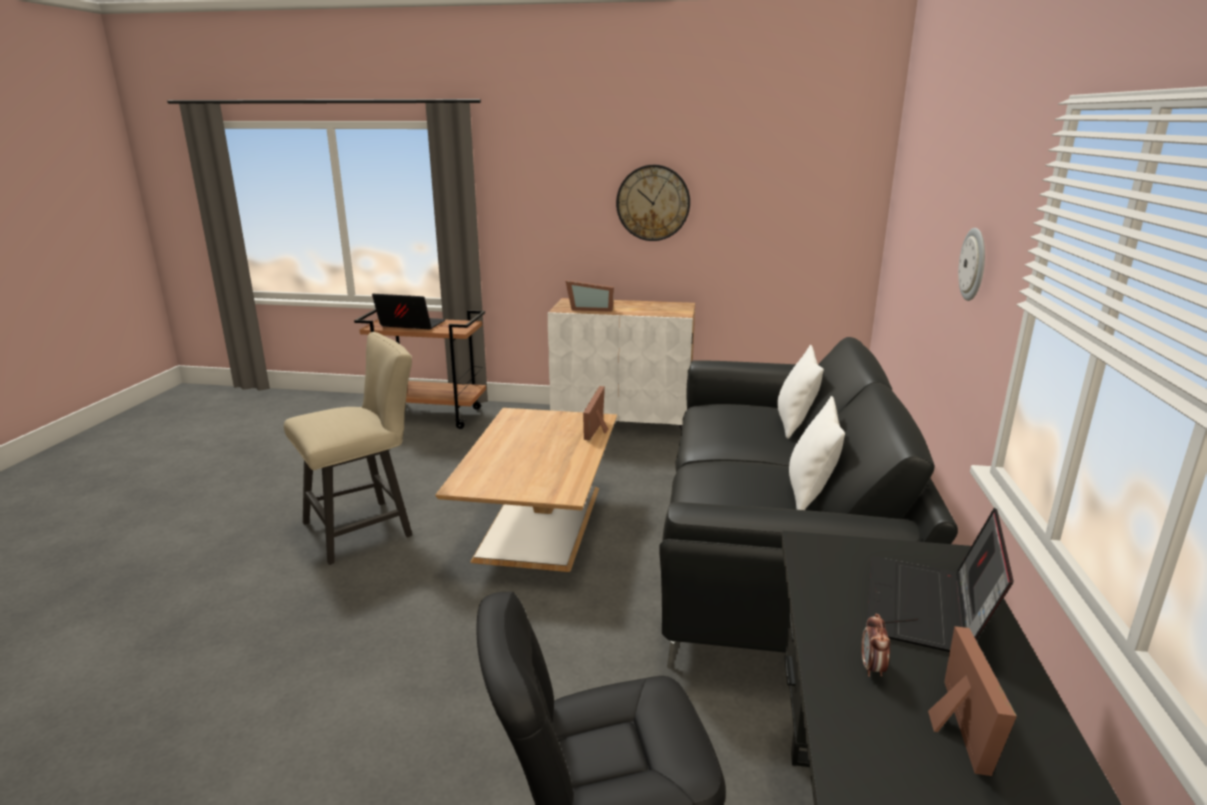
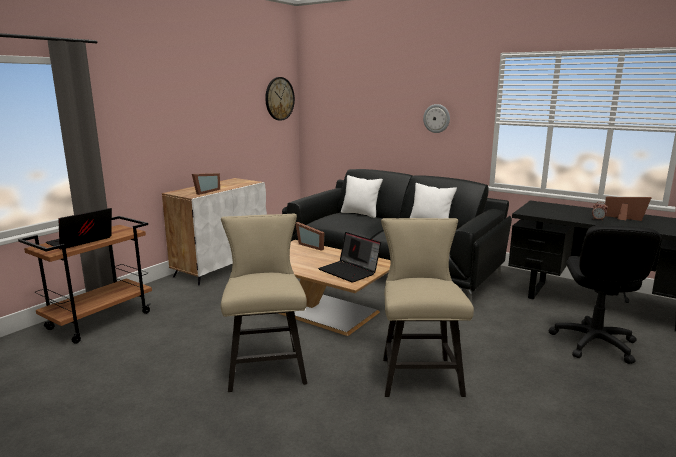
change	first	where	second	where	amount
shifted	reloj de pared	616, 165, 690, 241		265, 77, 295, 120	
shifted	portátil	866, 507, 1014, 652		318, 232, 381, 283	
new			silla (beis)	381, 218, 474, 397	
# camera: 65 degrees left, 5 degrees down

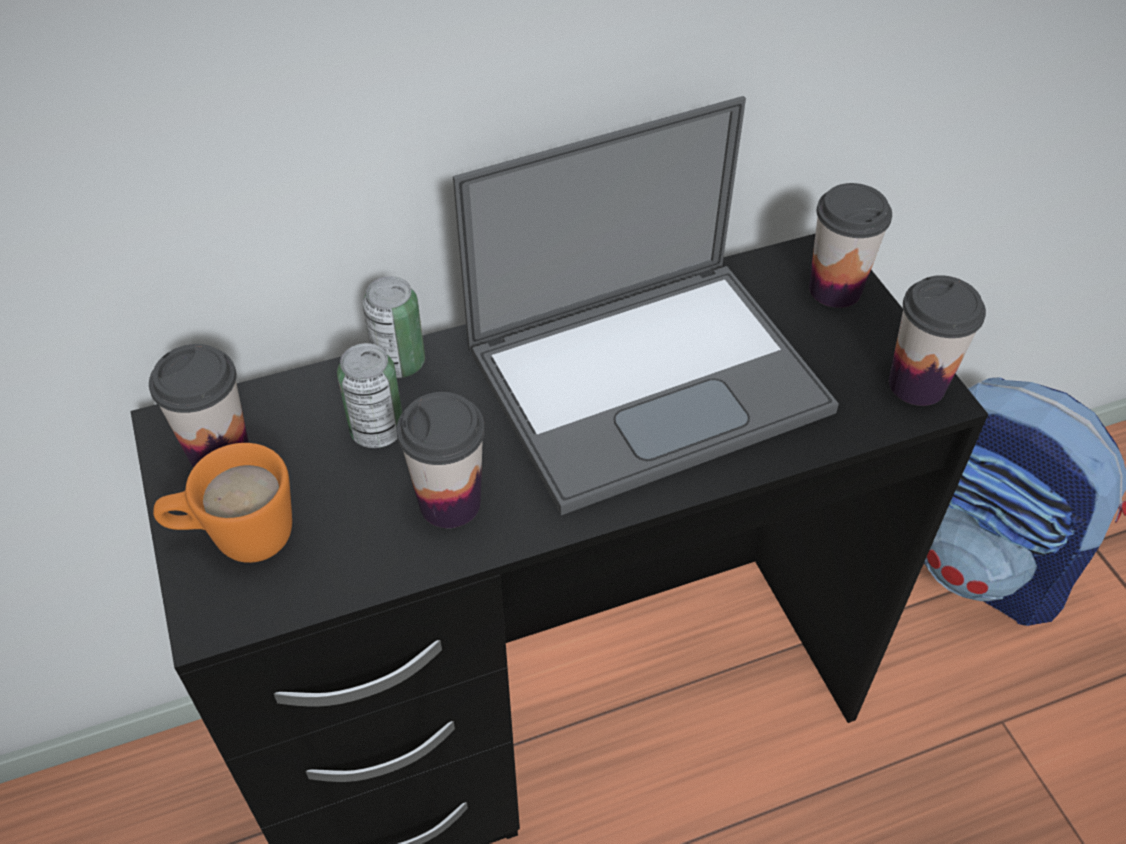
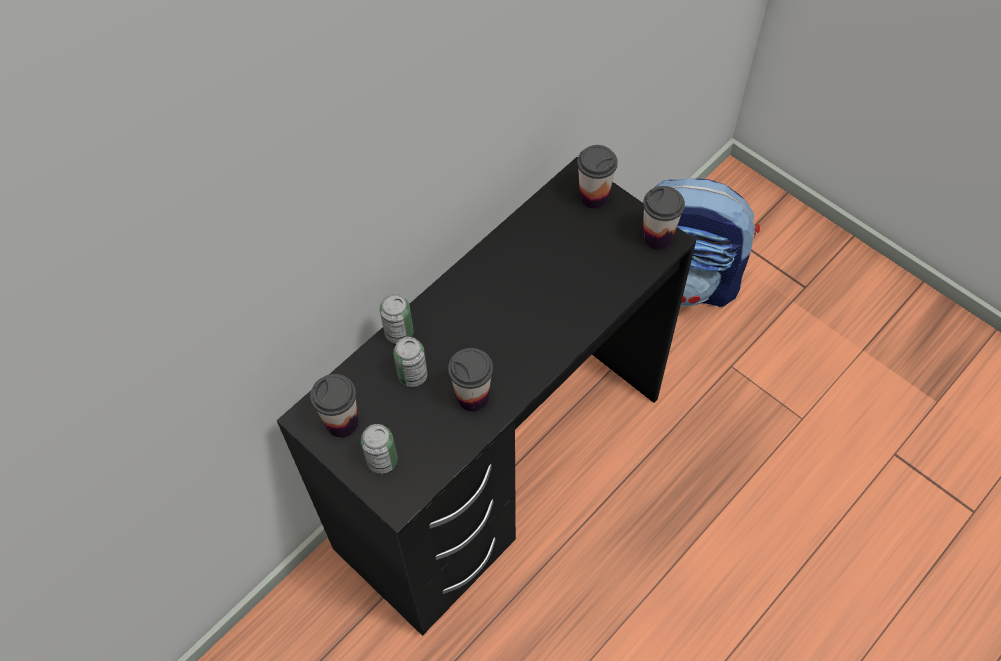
change	first	where	second	where	amount
swapped	taza grande (naranja)	153, 443, 292, 563	lata	361, 424, 398, 474	
gone	portátil	453, 96, 839, 515			
# camera: 25 degrees left, 10 degrees up

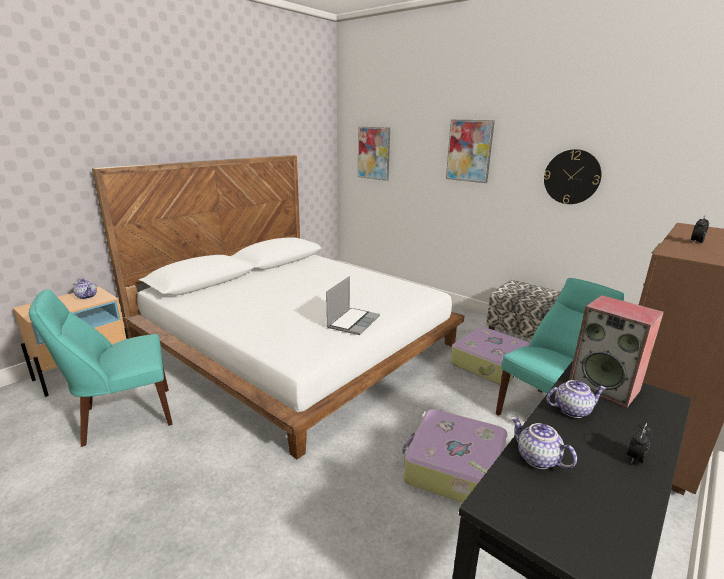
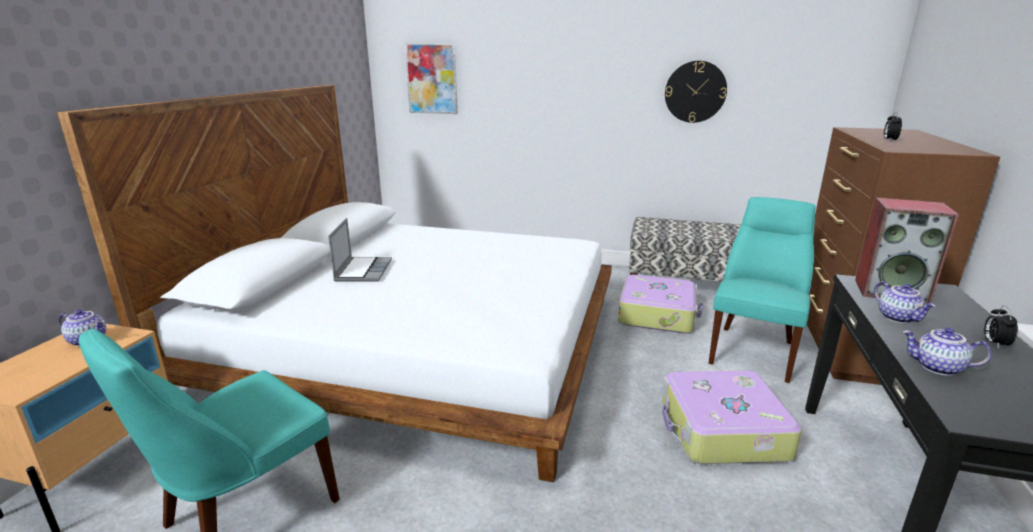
change	first	where	second	where	amount
shifted	portátil	326, 276, 380, 335		328, 218, 392, 282	
rotated	tetera	546, 380, 606, 418		874, 281, 936, 323	105 degrees clockwise
gone	cuadro	446, 120, 495, 183			
# camera: 25 degrees left, 0 degrees up

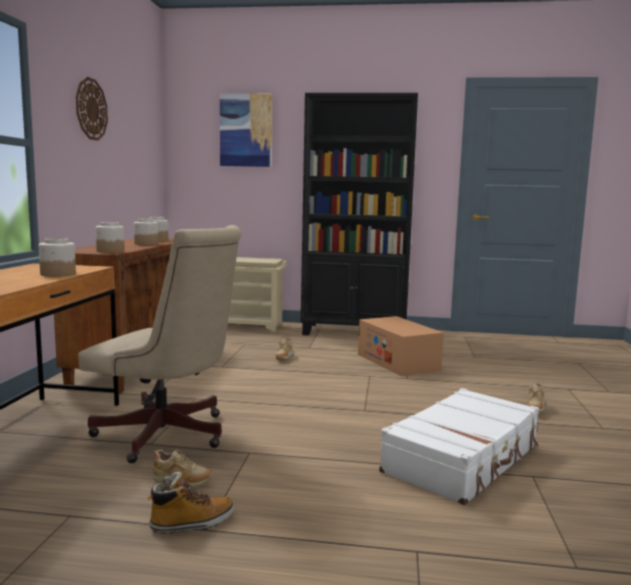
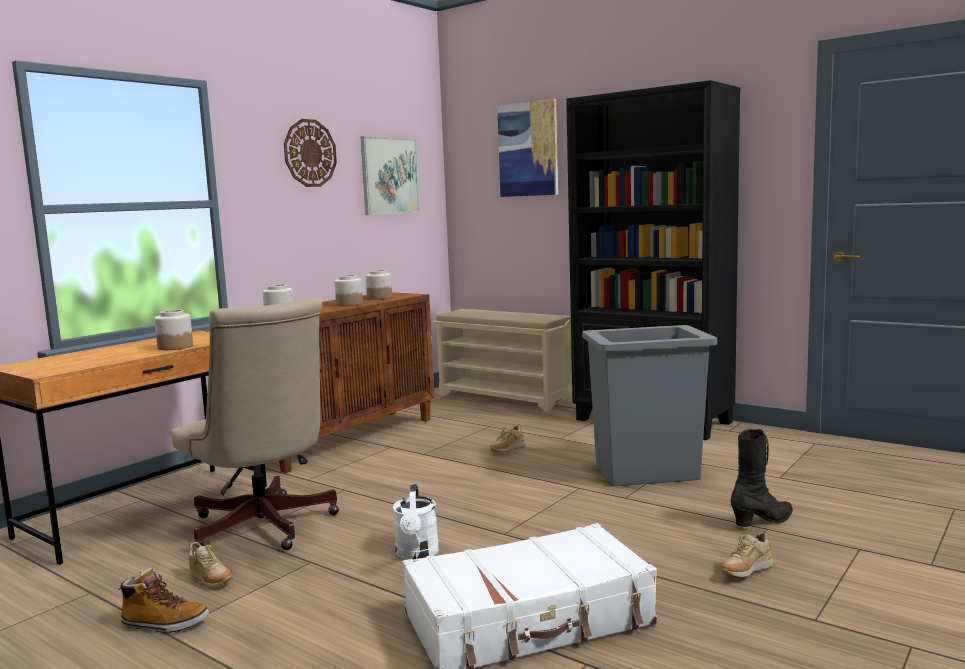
change	first	where	second	where	amount
new			cuadro	360, 136, 420, 215	
new			regadera (blanco)	393, 484, 439, 560	
swapped	caja de cartón	358, 316, 444, 376	papelera (gris)	582, 325, 717, 486	
new			bota (negro)	731, 429, 793, 527	
# camera: 30 degrees right, 0 degrees up

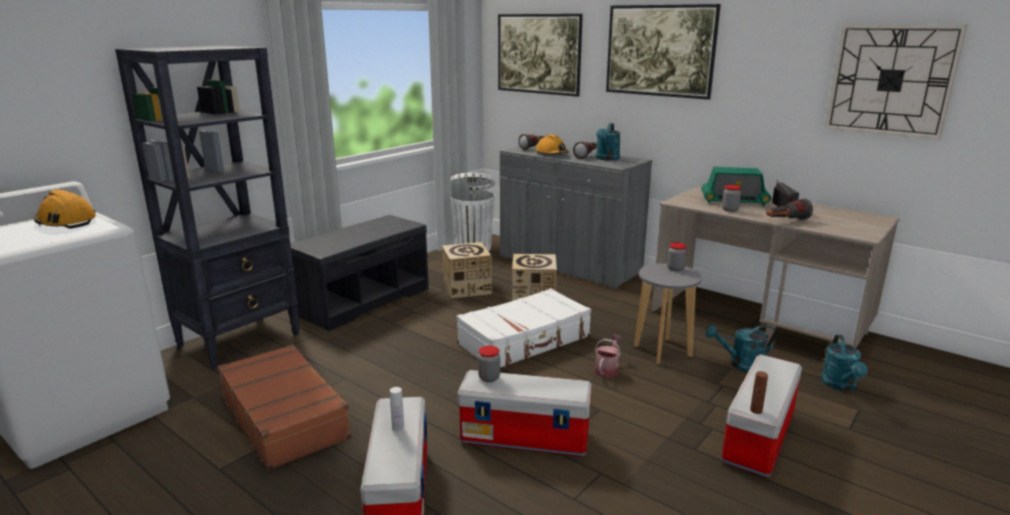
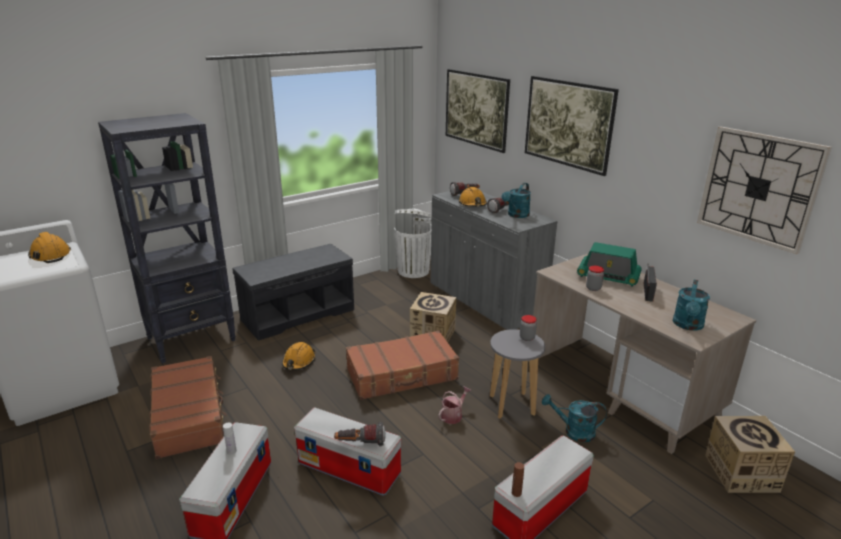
change	first	where	second	where	amount
new			casco (naranja)	282, 342, 316, 370	
shifted	linterna	766, 198, 813, 220		334, 422, 386, 446	
repainted	maleta (blanco)	457, 288, 591, 367	maleta (marrón)	346, 330, 459, 400	
shifted	regadera (turquesa)	821, 335, 868, 391		673, 280, 710, 331	
shifted	caja de cartón	442, 242, 492, 299		705, 416, 795, 493	
gone	tarro	478, 346, 500, 382			
# camera: 15 degrees right, 5 degrees up

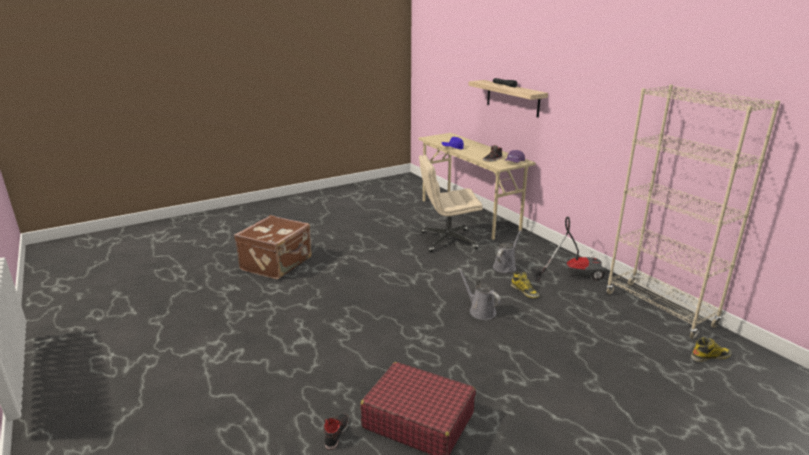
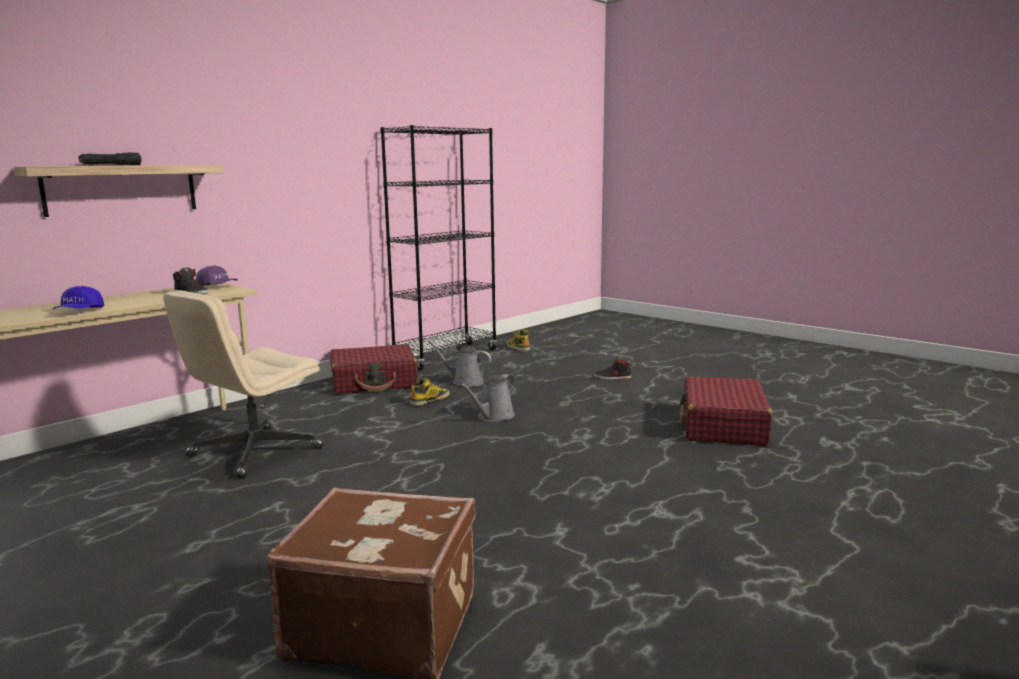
change	first	where	second	where	amount
rotated	silla de oficina (beis)	419, 155, 483, 252		163, 290, 324, 479	60 degrees clockwise
swapped	aspiradora	531, 216, 606, 281	maleta (rojo)	330, 344, 418, 394	
repainted	estantería (beis)	606, 85, 780, 339	estantería (negro)	380, 125, 497, 370	
shifted	regadera (gris)	493, 230, 522, 273		427, 340, 491, 387	
shifted	zapato (negro)	324, 413, 349, 450		594, 358, 631, 380	
# camera: 105 degrees left, 10 degrees down

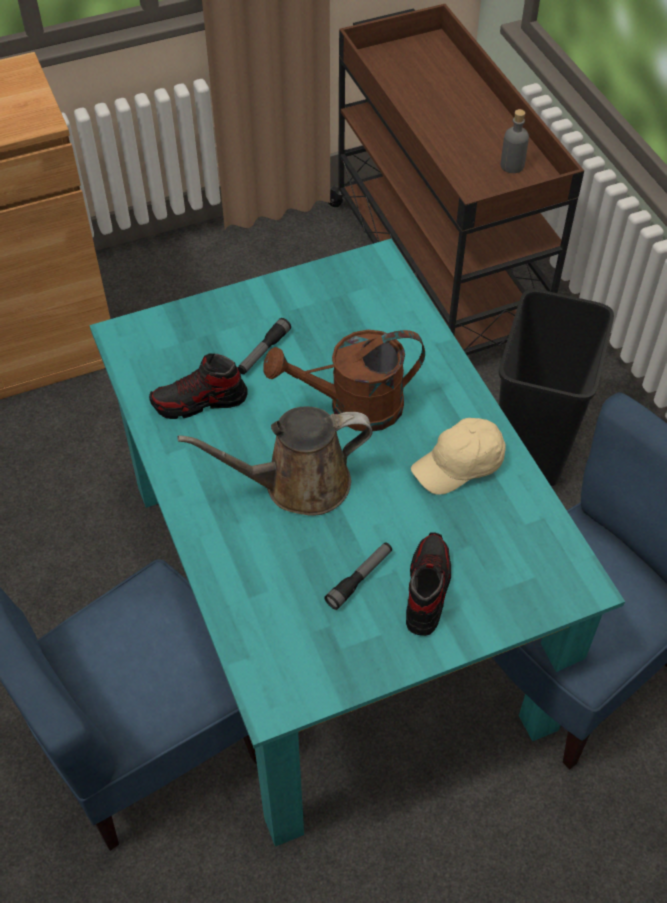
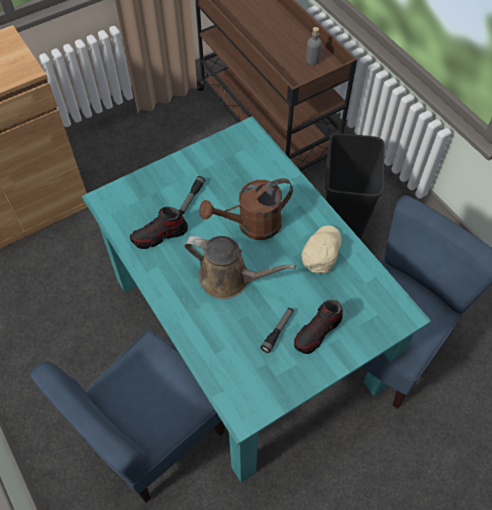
change	first	where	second	where	amount
rotated	regadera (marrón)	177, 407, 372, 516		184, 236, 296, 299	135 degrees counterclockwise
rotated	zapato	406, 532, 451, 636		294, 300, 343, 354	135 degrees counterclockwise
rotated	gorra (beis)	411, 418, 506, 495		301, 226, 341, 273	150 degrees clockwise
# camera: 10 degrees left, 5 degrees up

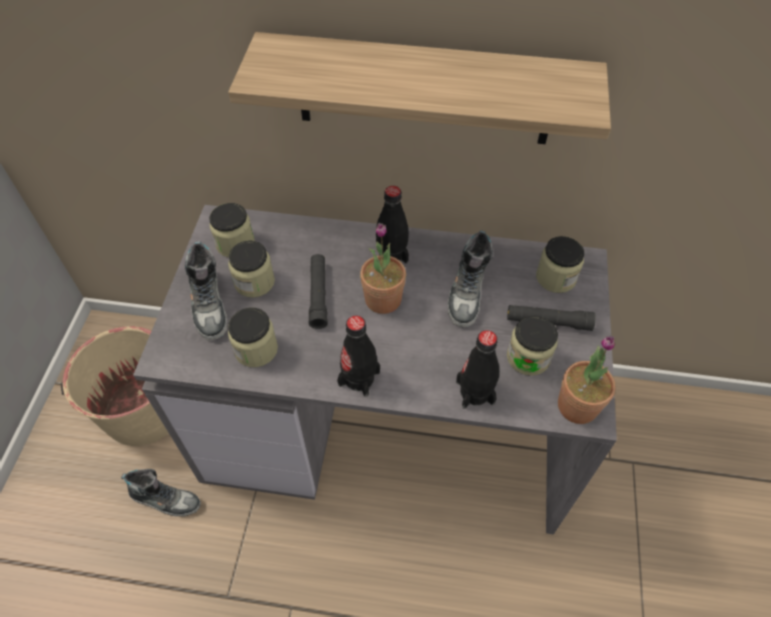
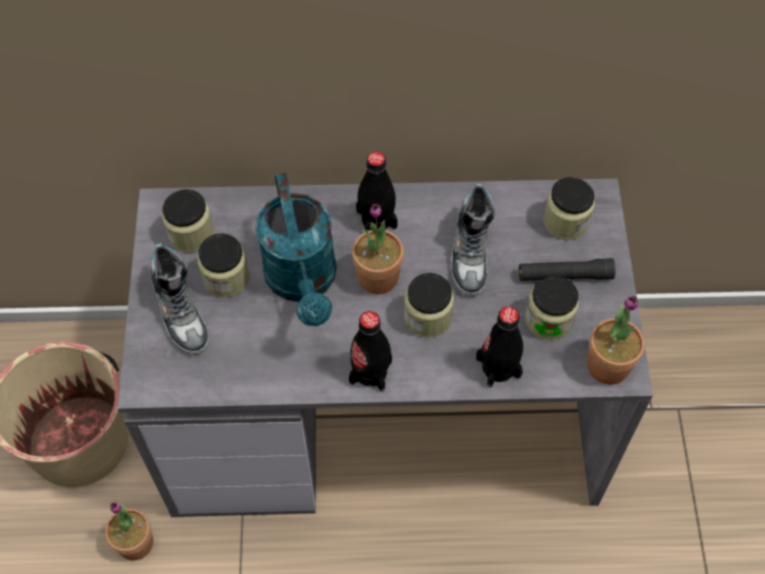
change	first	where	second	where	amount
swapped	zapato	121, 469, 201, 516	planta en maceta	105, 503, 153, 560	
swapped	linterna (negro)	309, 254, 328, 329	regadera (turquesa)	255, 173, 337, 326	
shifted	tarro	228, 308, 278, 367		404, 273, 454, 338	
gone	estante	228, 32, 611, 144			
# camera: 10 degrees left, 5 degrees up

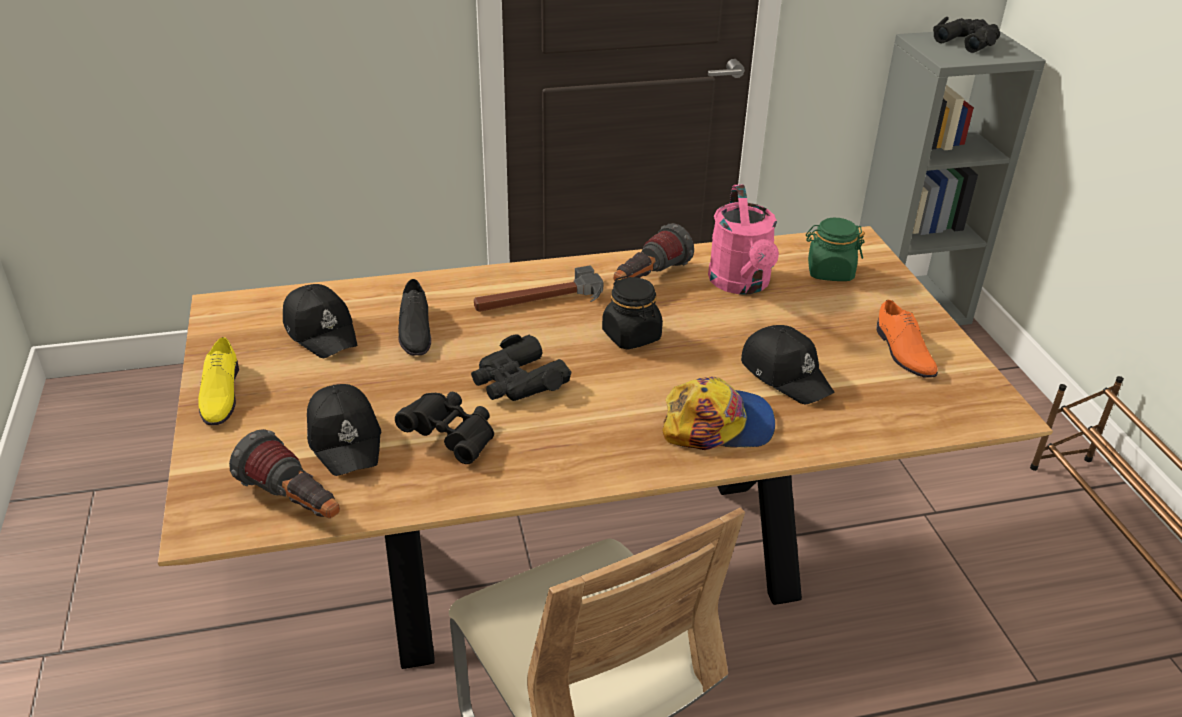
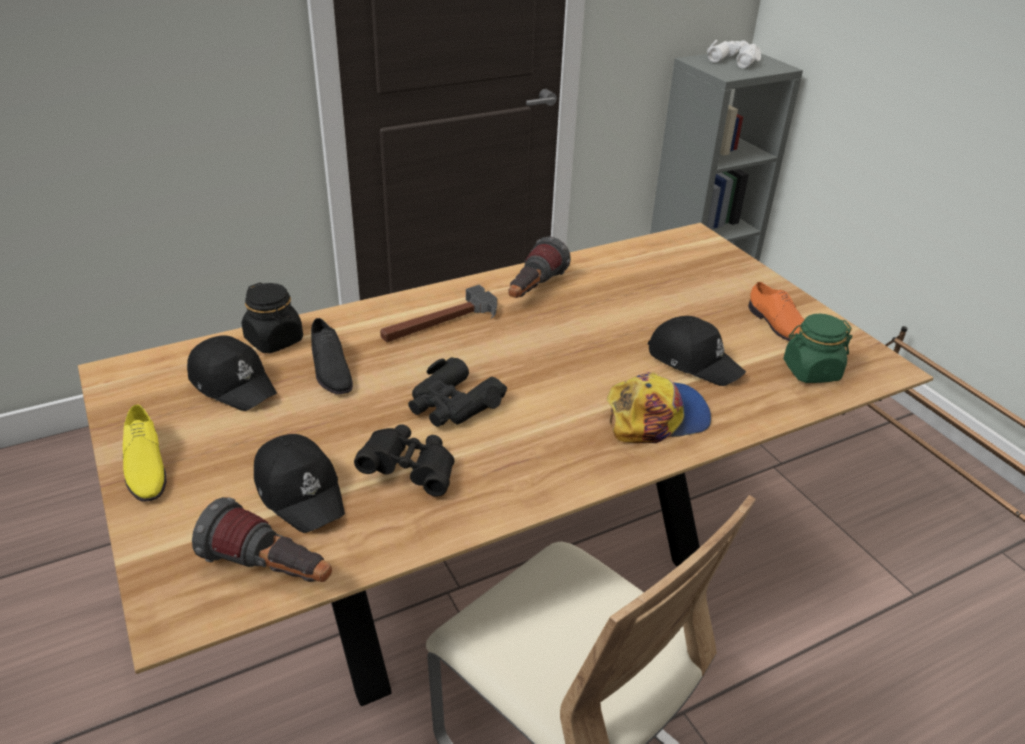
change	first	where	second	where	amount
shifted	tarro (negro)	602, 276, 663, 350		242, 282, 303, 353	
repainted	prismáticos (negro)	933, 17, 1000, 53	prismáticos (blanco)	707, 40, 761, 68	
shifted	tarro (verde)	806, 218, 865, 281		783, 314, 852, 383	
gone	regadera (rosa)	708, 185, 779, 295			
# camera: 15 degrees left, 0 degrees up

